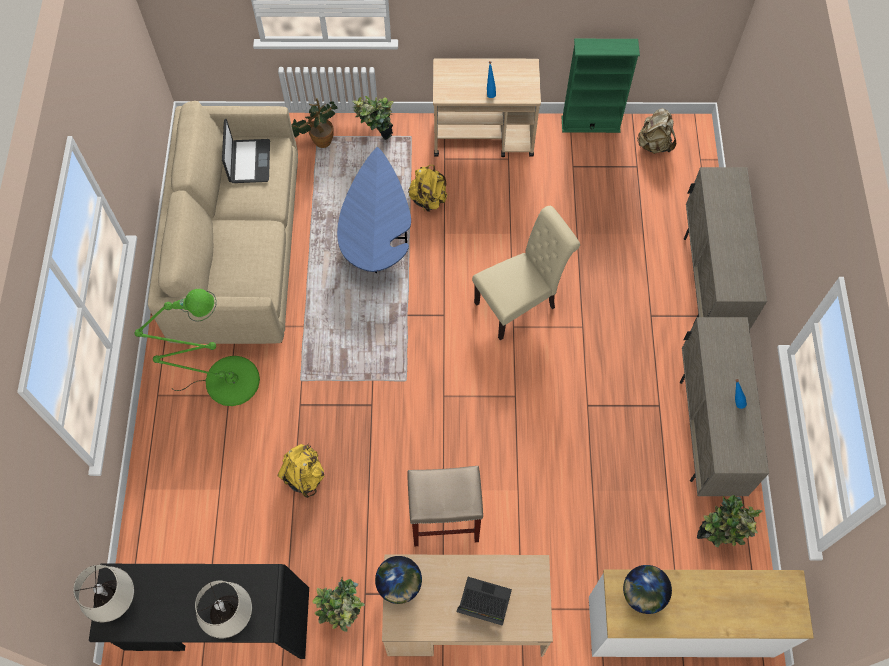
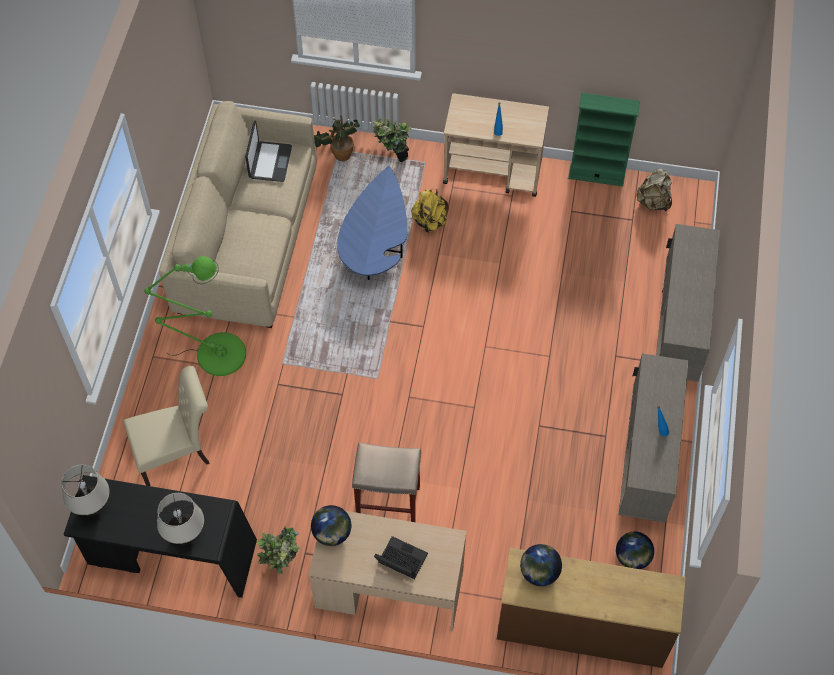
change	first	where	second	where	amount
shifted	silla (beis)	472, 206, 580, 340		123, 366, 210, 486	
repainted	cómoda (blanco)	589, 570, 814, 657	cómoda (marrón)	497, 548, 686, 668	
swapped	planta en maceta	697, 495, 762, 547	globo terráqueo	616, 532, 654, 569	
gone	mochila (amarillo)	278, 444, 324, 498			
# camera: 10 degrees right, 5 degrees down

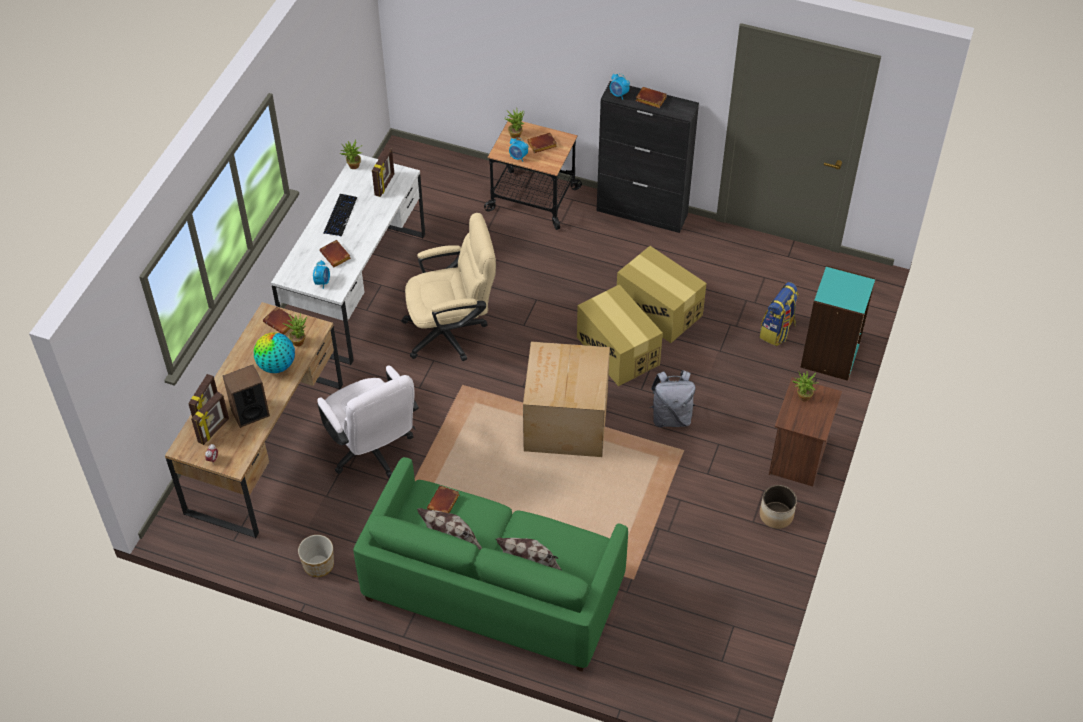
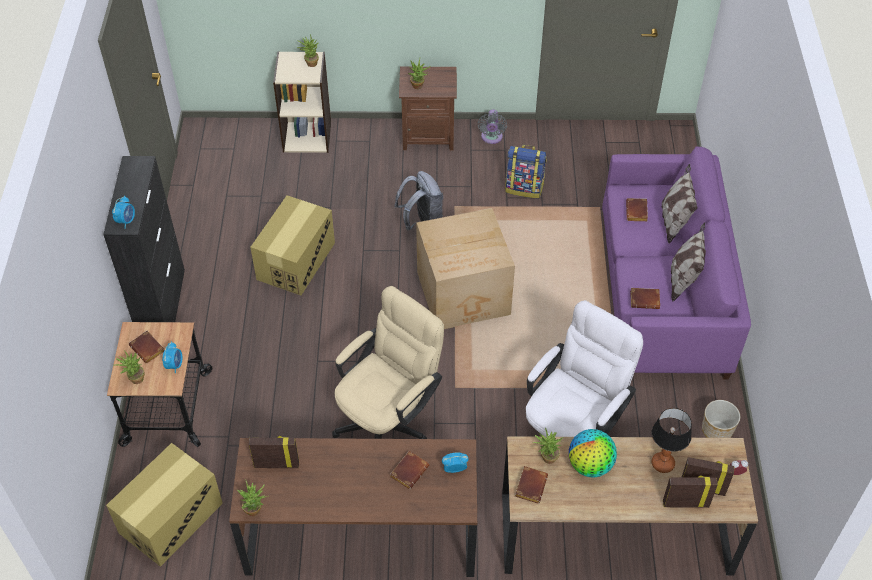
change	first	where	second	where	amount
shifted	caja de cartón	577, 284, 663, 386		106, 443, 223, 567	
repainted	escritorio (blanco)	271, 154, 425, 365	escritorio (marrón)	229, 438, 477, 577	
repainted	estantería (turquesa)	800, 265, 876, 381	estantería (beis)	273, 52, 331, 153	
new			planta en maceta	297, 34, 319, 67	
rotated	silla de oficina (beis)	401, 213, 496, 361		332, 286, 444, 439	75 degrees clockwise
swapped	maceta	760, 485, 797, 529	ventilador (gris)	478, 109, 507, 144	
shifted	mochila	759, 282, 799, 346		505, 145, 547, 198	
repainted	sofá (verde)	353, 457, 628, 672	sofá (morado)	602, 147, 751, 380	
shifted	libro (marrón)	636, 87, 667, 108		626, 198, 648, 221	
swapped	altavoz	223, 365, 270, 428	lámpara de mesa	652, 408, 692, 473	
gone	teclado	323, 194, 357, 237			
# camera: 110 degrees left, 0 degrees up

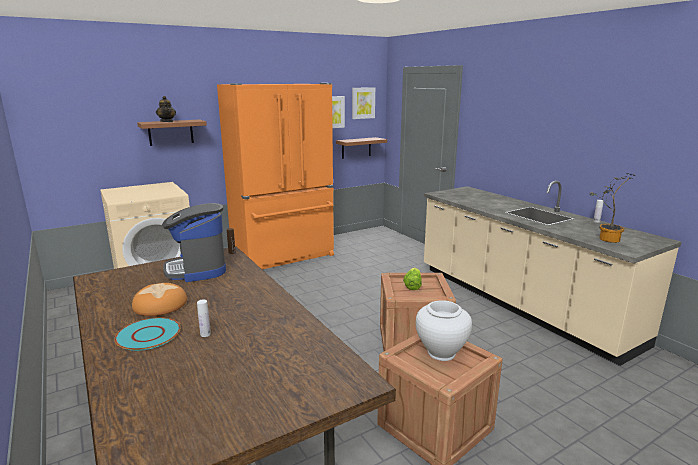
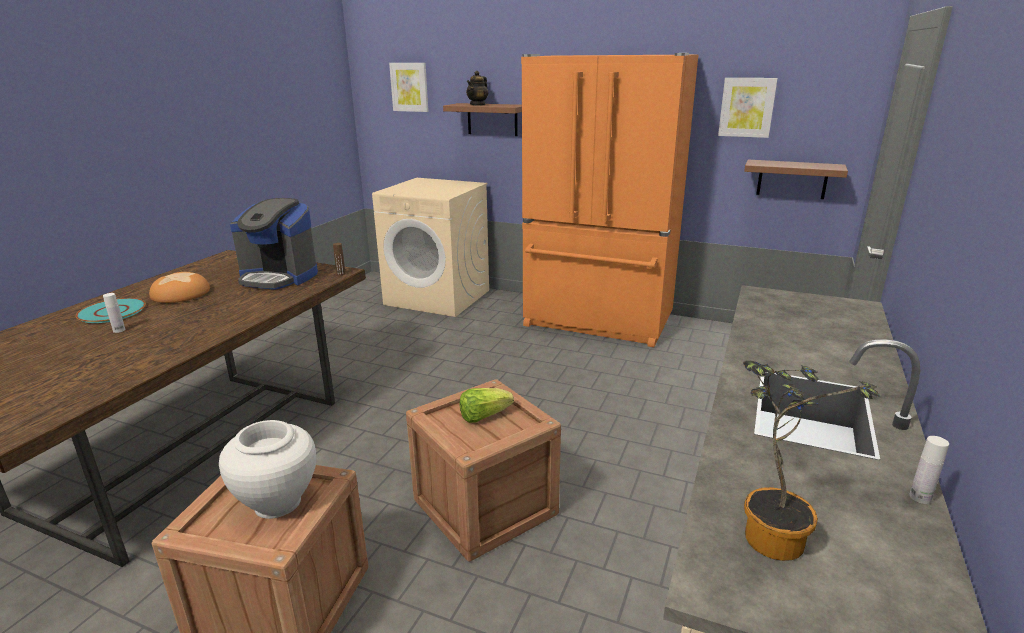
change	first	where	second	where	amount
rotated	cafetera	162, 203, 226, 282		230, 198, 318, 290	105 degrees counterclockwise
shifted	cuadro	352, 87, 375, 119		389, 63, 428, 112	
# camera: 55 degrees right, 5 degrees up

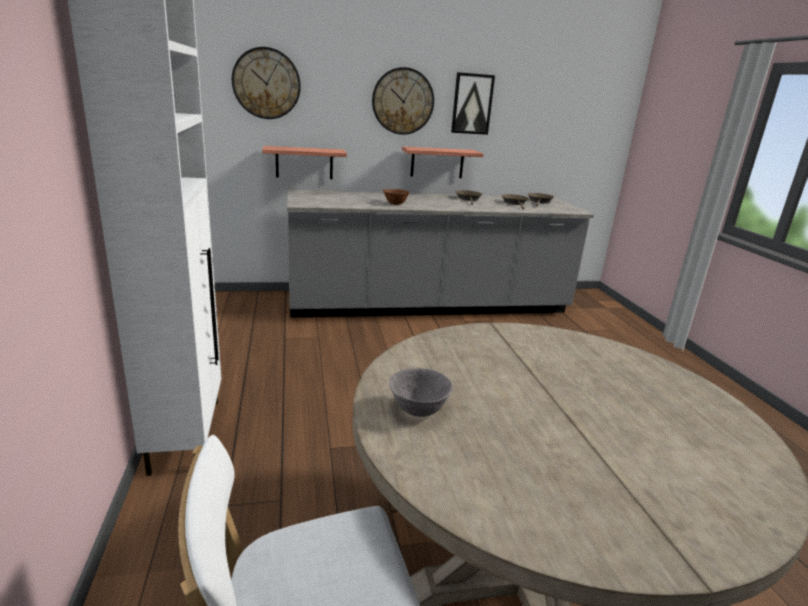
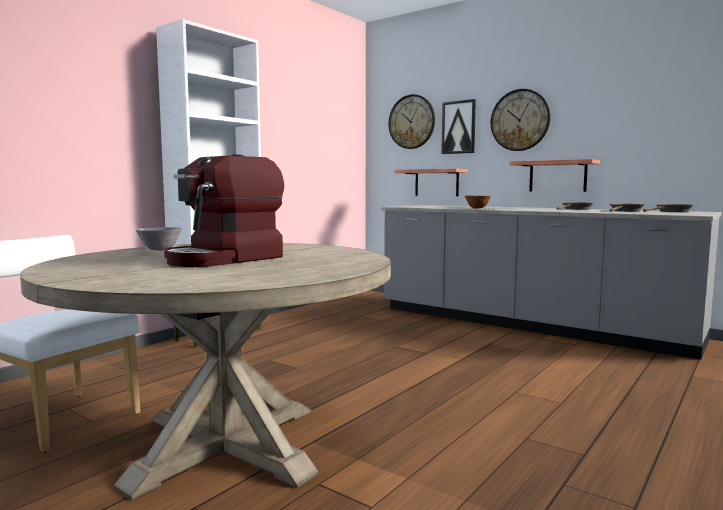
change	first	where	second	where	amount
new			cafetera	164, 154, 284, 267	
shifted	cuadro	451, 72, 495, 135		441, 99, 476, 154	
# camera: 50 degrees right, 15 degrees down

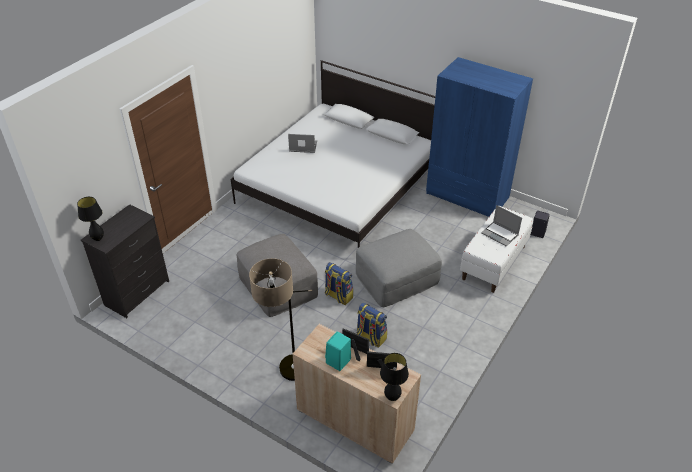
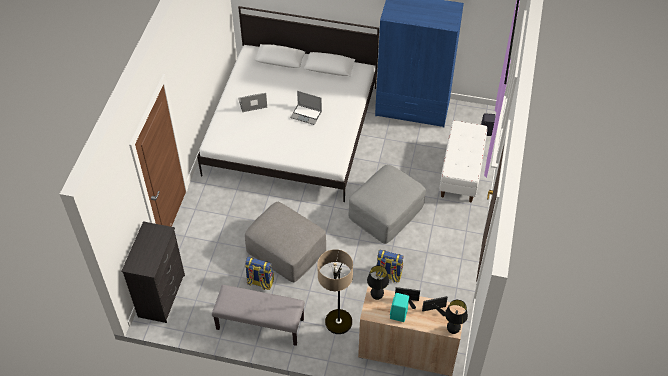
change	first	where	second	where	amount
new			banco (gris)	212, 285, 305, 346	
shifted	mochila	325, 262, 353, 305		245, 257, 274, 290	
shifted	portátil	481, 205, 522, 247		290, 91, 322, 125	
shifted	lámpara de mesa (negro)	77, 197, 104, 241		367, 265, 389, 300	
# camera: 20 degrees left, 10 degrees up

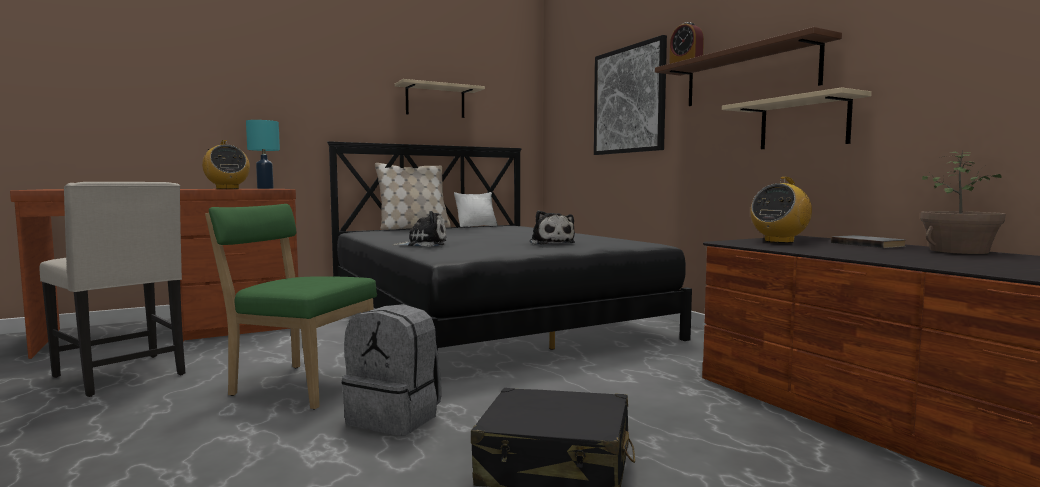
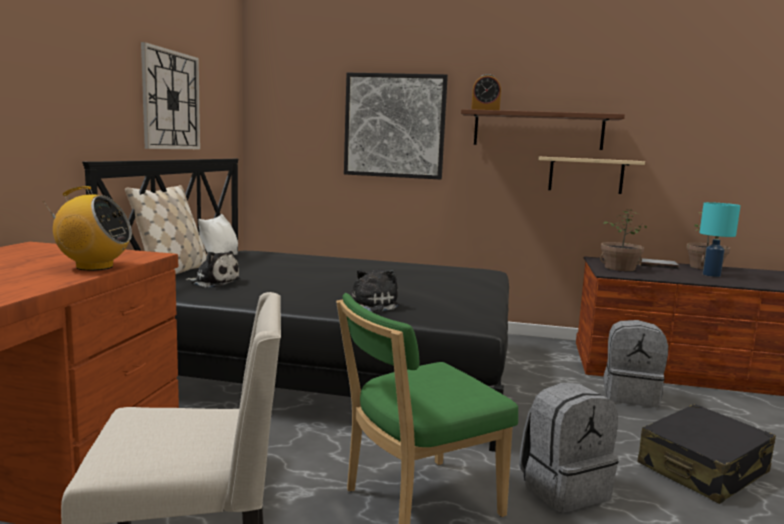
change	first	where	second	where	amount
swapped	estante (beis)	395, 79, 485, 118	reloj de pared	141, 42, 200, 149	
shifted	peluche	530, 210, 575, 245		186, 251, 241, 287	
swapped	radio	750, 177, 812, 243	planta en maceta	600, 210, 647, 271	
new			mochila (gris)	604, 320, 668, 408	
shifted	lámpara de mesa (turquesa)	246, 120, 280, 189		699, 202, 741, 277	
# camera: 50 degrees left, 5 degrees up

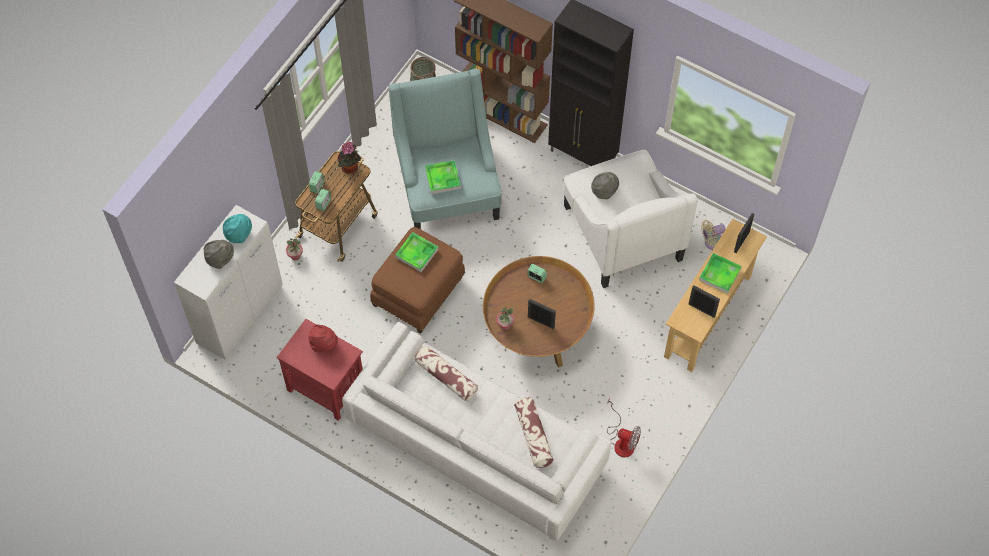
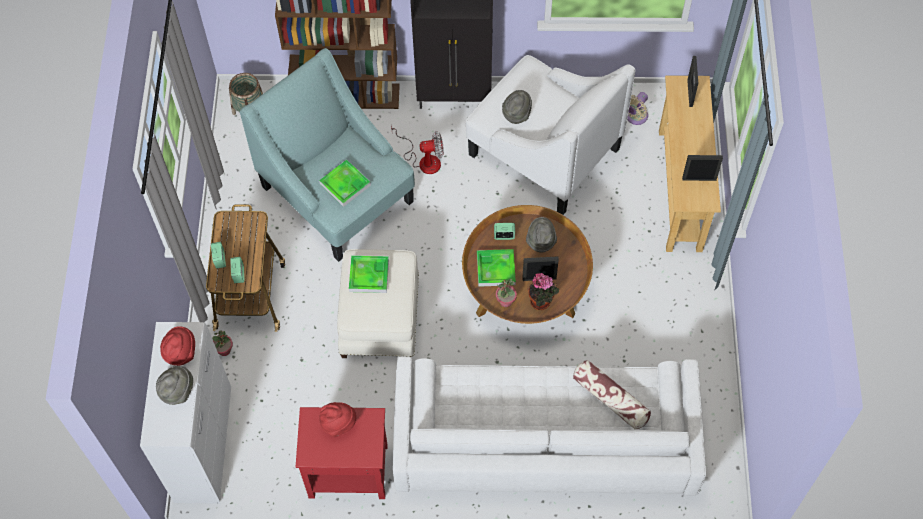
change	first	where	second	where	amount
repainted	sombrero (turquesa)	223, 214, 252, 243	sombrero (rojo)	160, 326, 195, 366	
repainted	puf (marrón)	370, 227, 465, 333	puf (blanco)	337, 249, 419, 358	
shifted	ventilador	607, 397, 641, 457		391, 126, 444, 174	
shifted	bandeja	699, 253, 742, 294		477, 249, 516, 287	
new			sombrero (gris)	526, 217, 557, 252	
shifted	planta en maceta	338, 142, 361, 174		528, 273, 559, 310	
gone	cojín	415, 346, 478, 401			
# camera: 30 degrees left, 0 degrees up

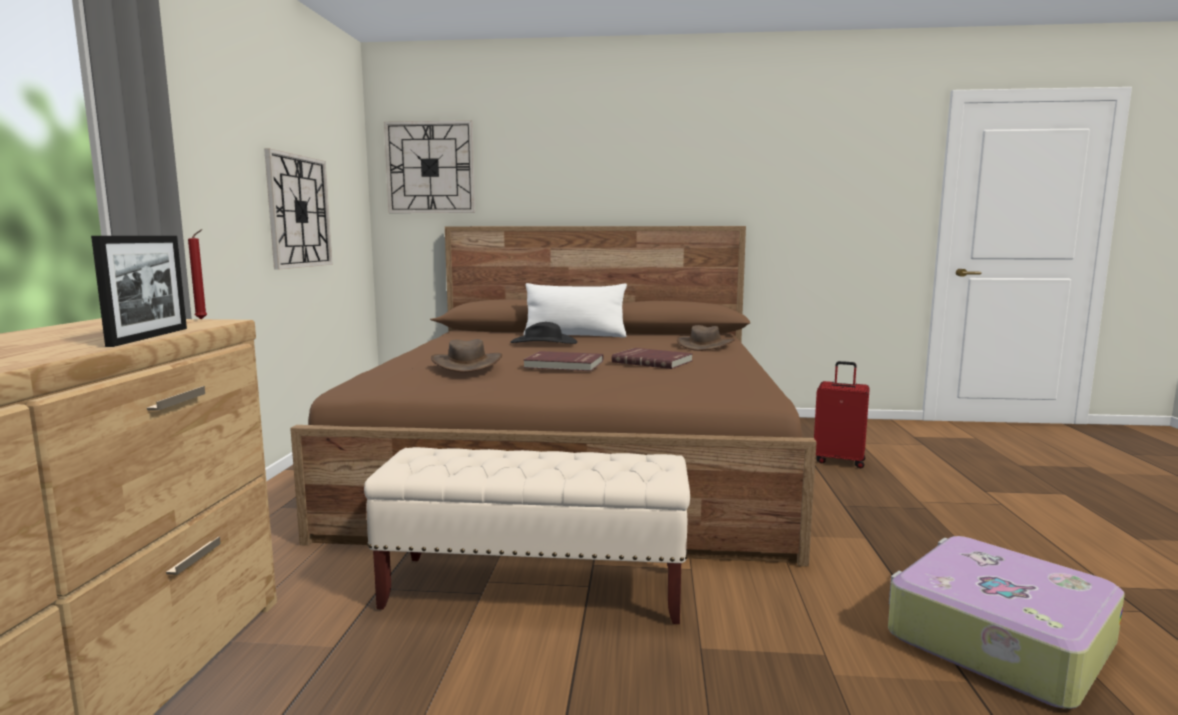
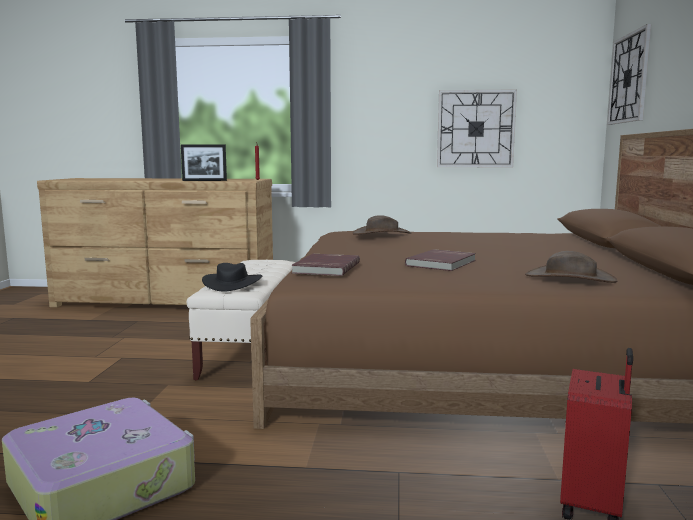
change	first	where	second	where	amount
shifted	sombrero (negro)	510, 322, 577, 344		202, 263, 262, 292	
shifted	libro (rojo)	523, 351, 603, 371		292, 254, 360, 276	
gone	cojín (blanco)	524, 283, 627, 338			
# camera: 90 degrees right, 0 degrees up

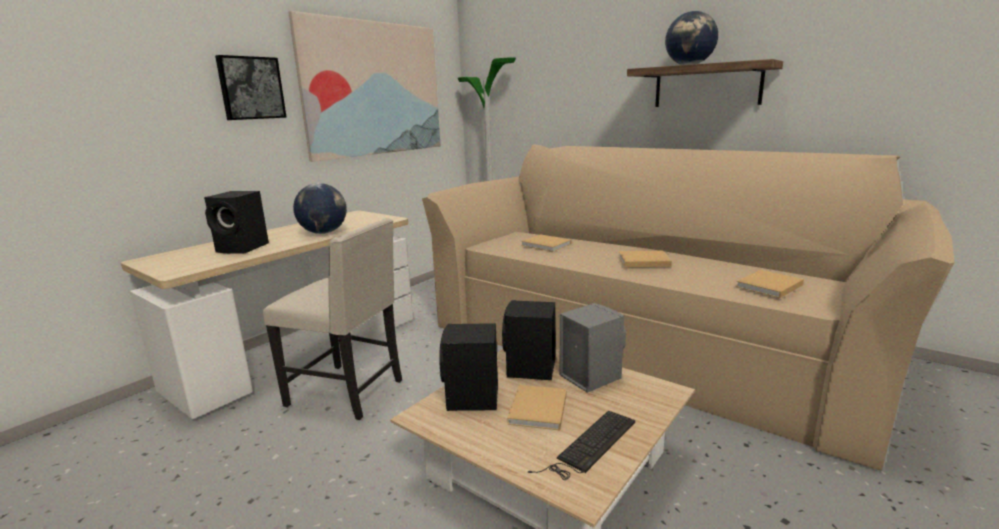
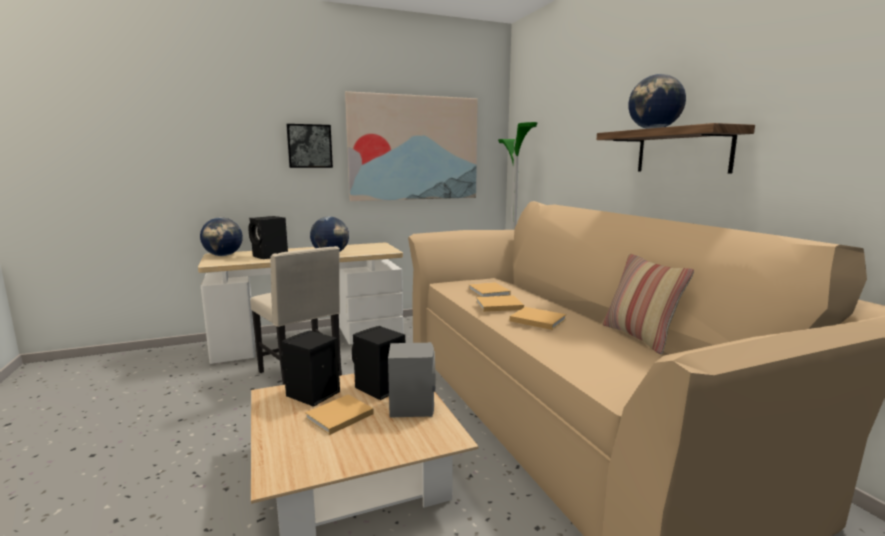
change	first	where	second	where	amount
new			globo terráqueo	200, 217, 243, 256	
shifted	libro (beis)	736, 270, 804, 298		476, 296, 524, 312	
new			cojín	602, 253, 694, 354	
gone	teclado	528, 411, 635, 480			
# camera: 30 degrees right, 5 degrees down

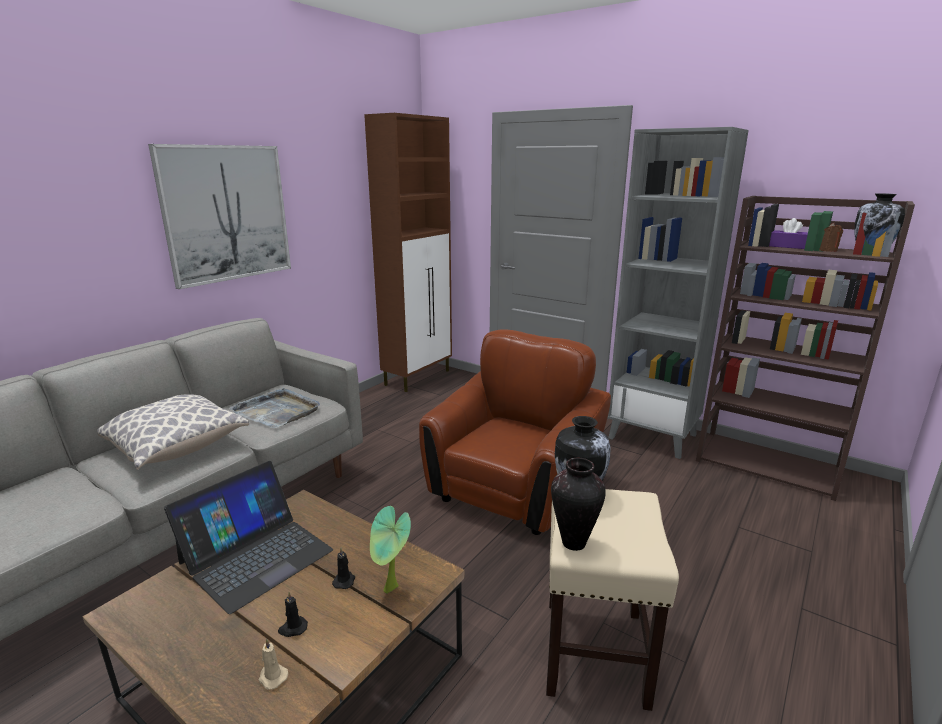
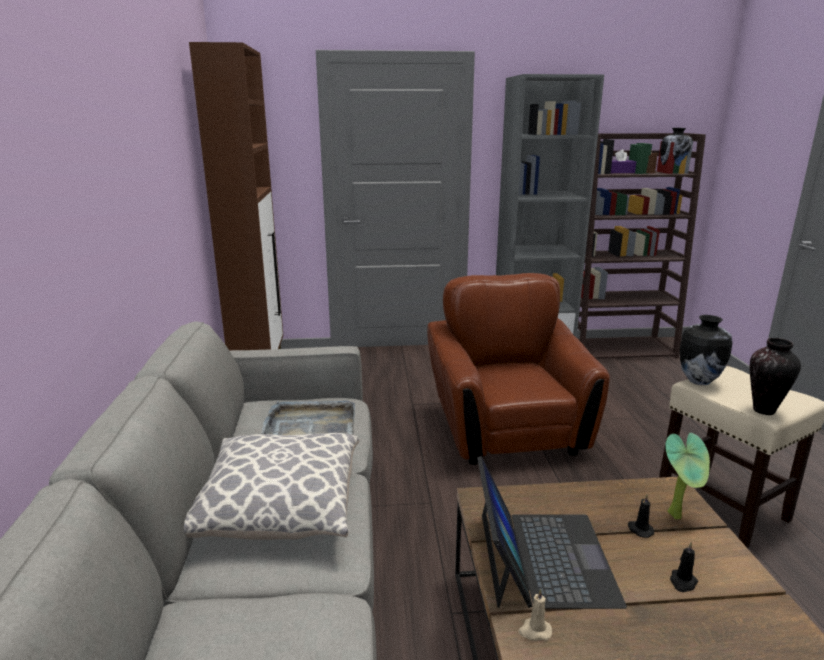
change	first	where	second	where	amount
shifted	vela (beis)	258, 638, 288, 689		519, 589, 552, 641	
gone	cuadro	148, 144, 291, 289			
# camera: 40 degrees left, 0 degrees up

